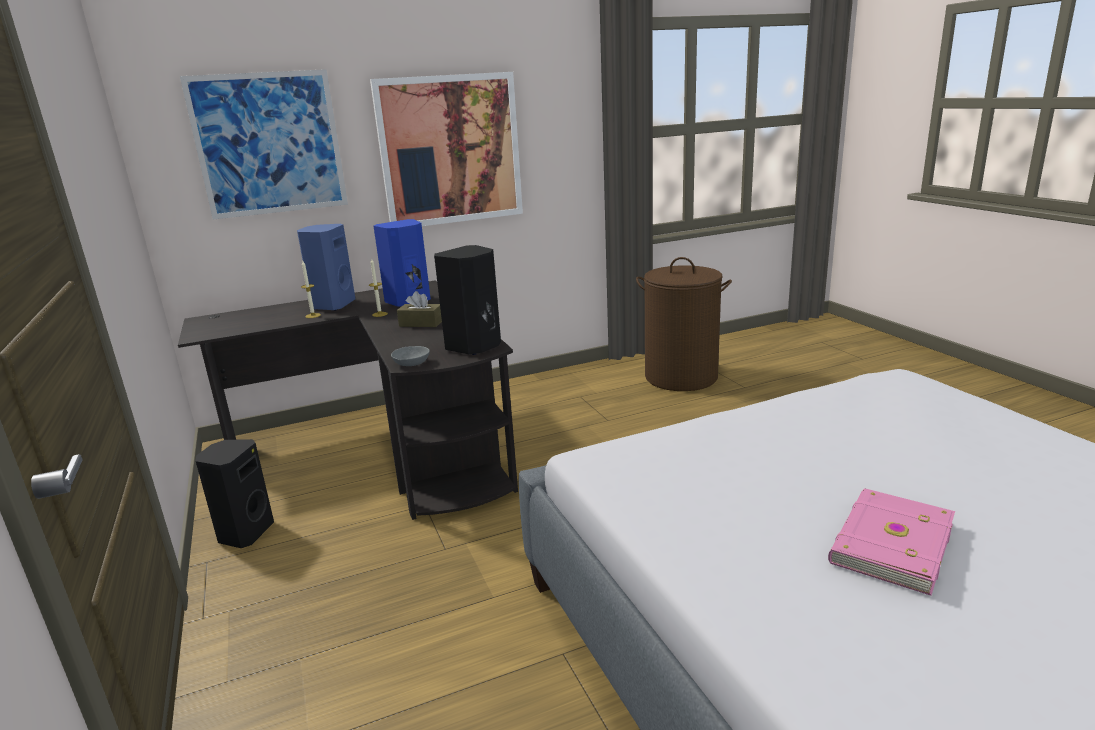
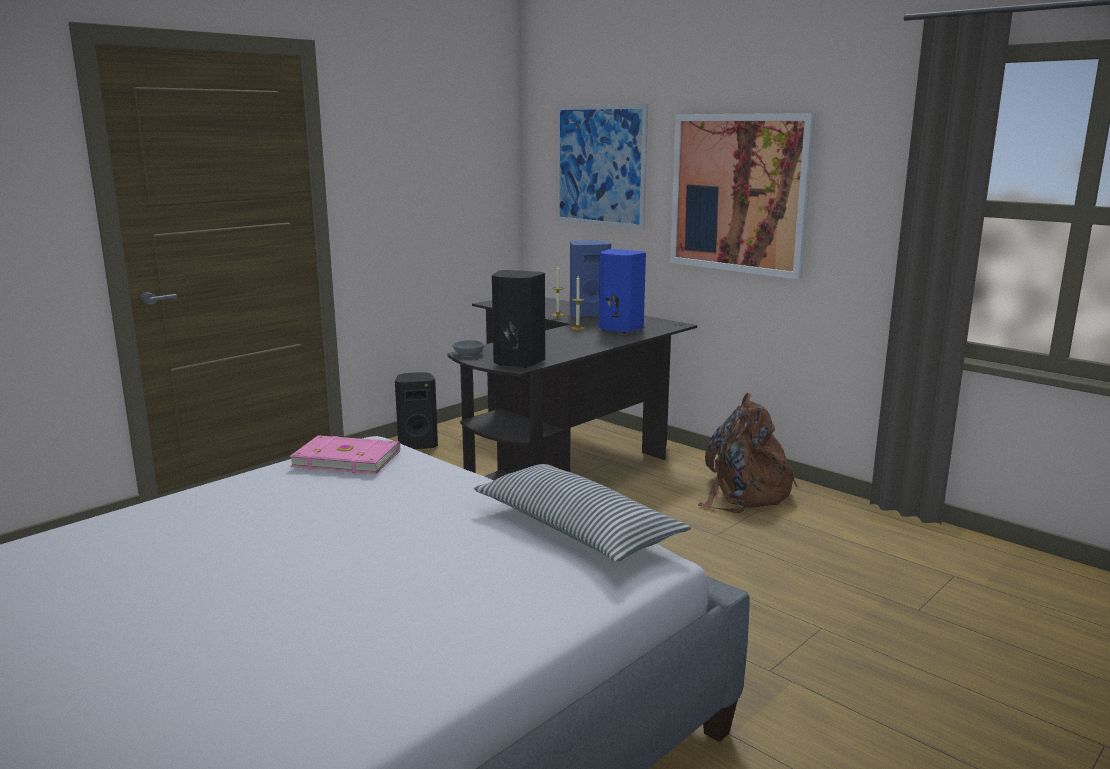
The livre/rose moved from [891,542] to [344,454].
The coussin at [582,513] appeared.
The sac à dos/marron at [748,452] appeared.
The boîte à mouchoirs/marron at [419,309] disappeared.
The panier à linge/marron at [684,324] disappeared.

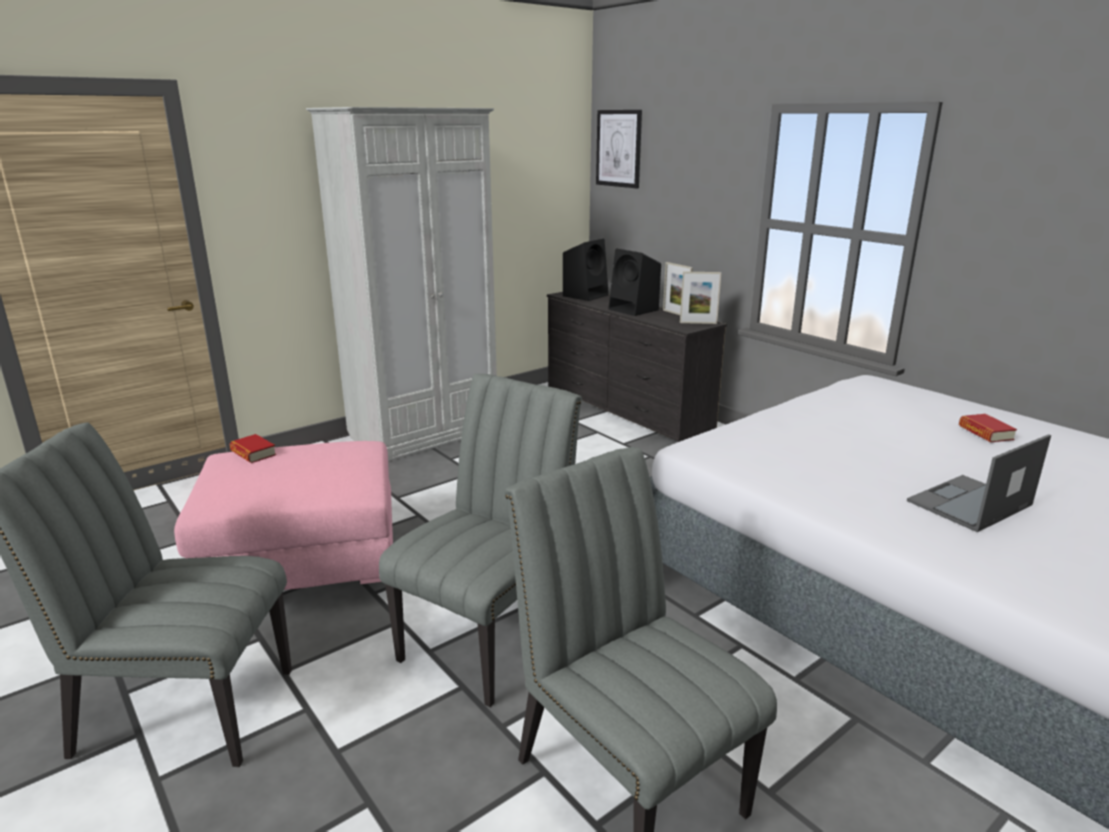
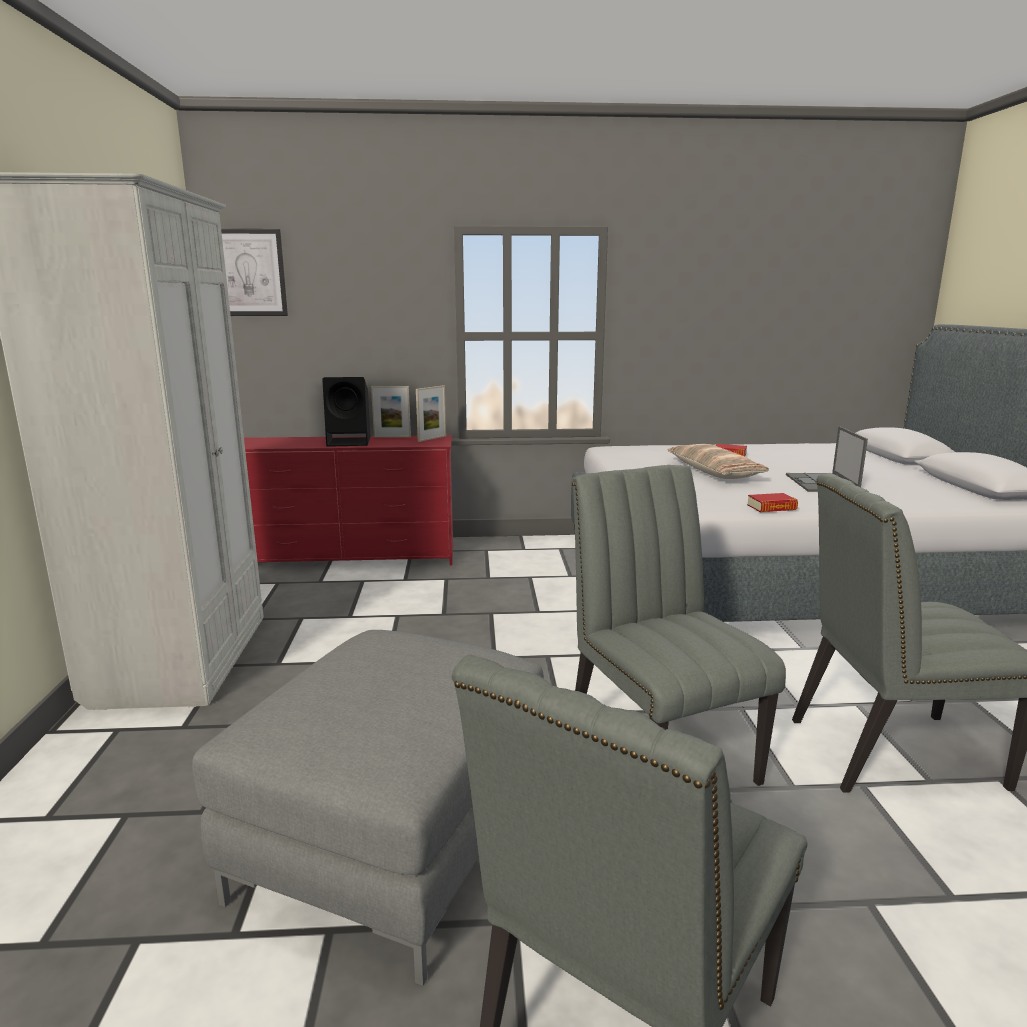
The pouf/rose at [283,515] became the pouf/gris at [368,808].
The commode/noir at [637,367] became the commode/rouge at [348,500].
The coussin at [718,461] appeared.
The livre moved from [252,448] to [772,502].
The enceinte/noir at [586,270] disappeared.

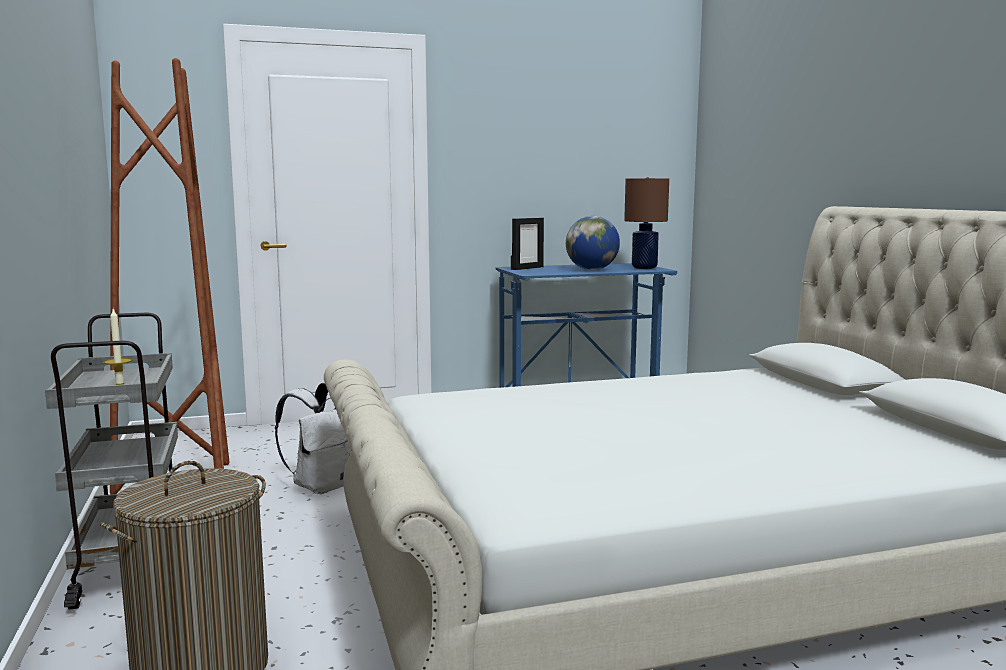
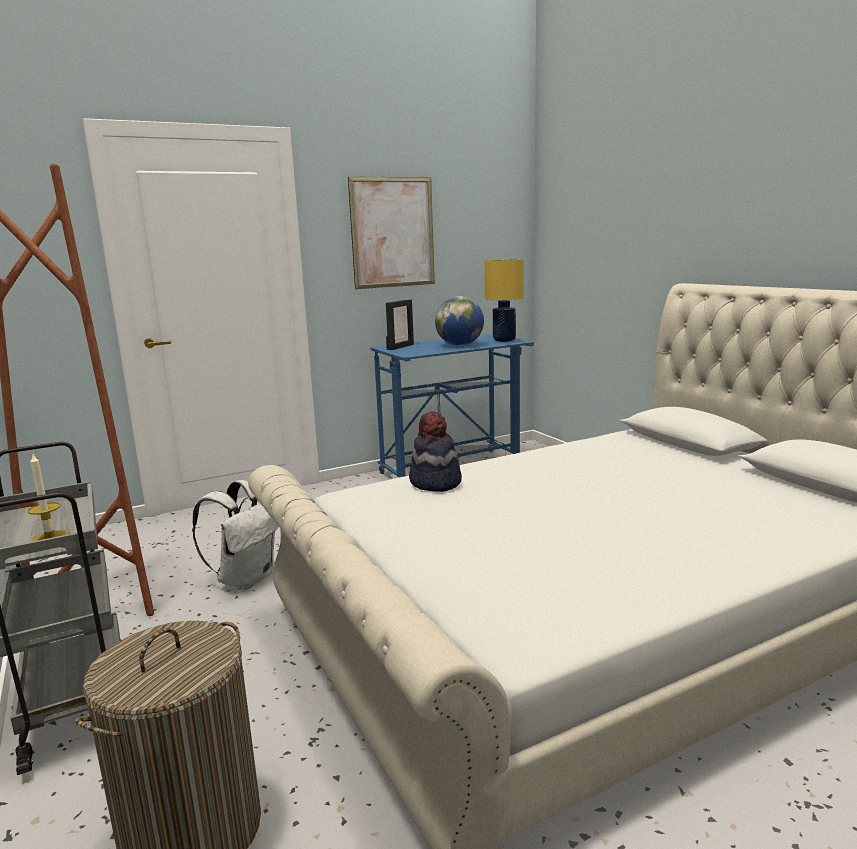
The tableau at [391,232] appeared.
The chapeau at [435,451] appeared.
The lampe de table/marron at [646,223] became the lampe de table/jaune at [504,300].

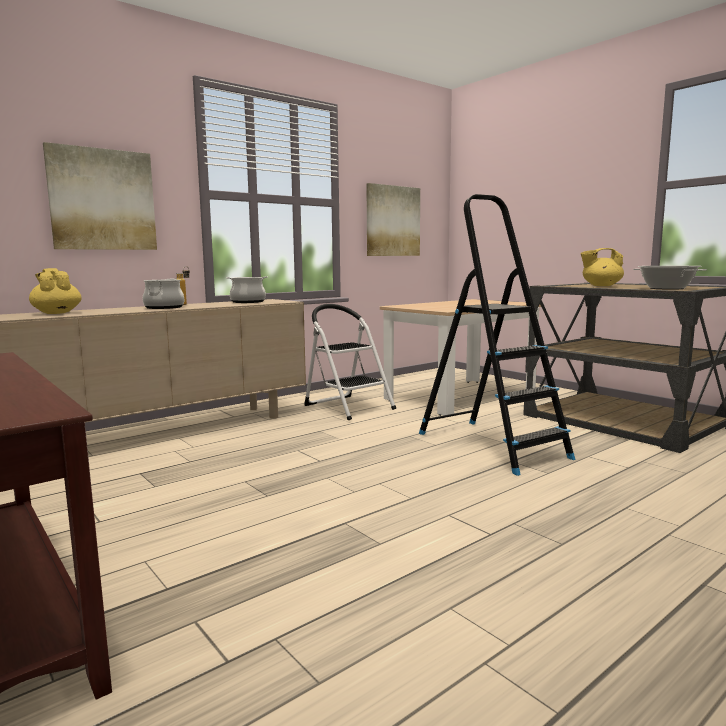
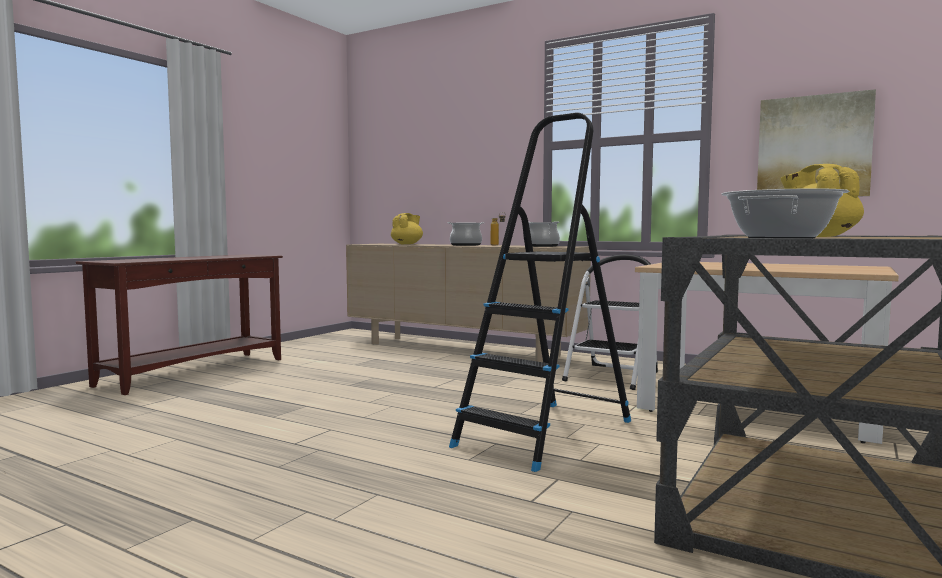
The tableau at [100,196] disappeared.

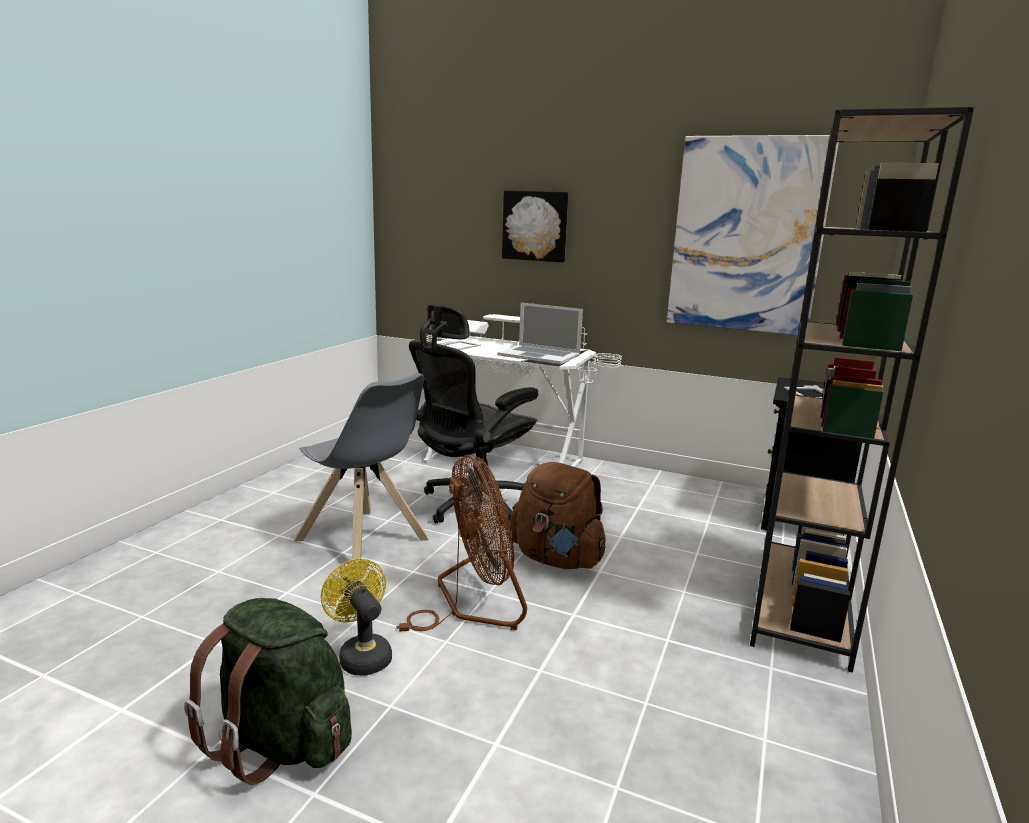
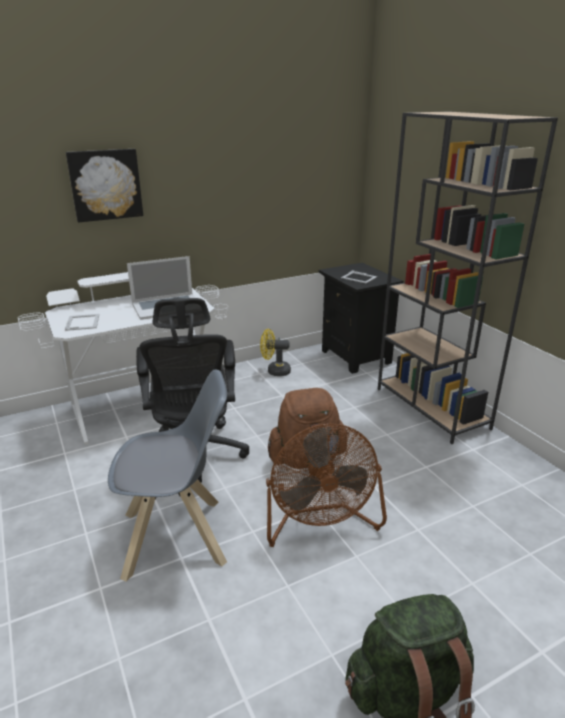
The ventilateur/jaune moved from [356,617] to [275,352].
The ventilateur/marron at [461,543] turned 150 degrees clockwise.
The tableau at [753,235] disappeared.

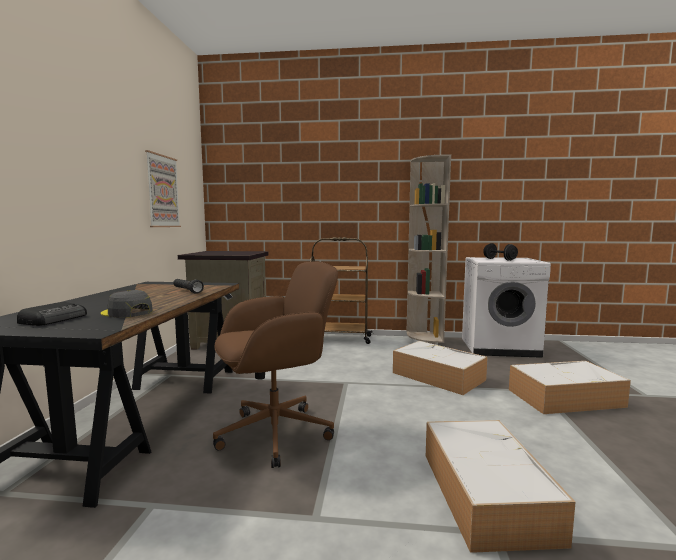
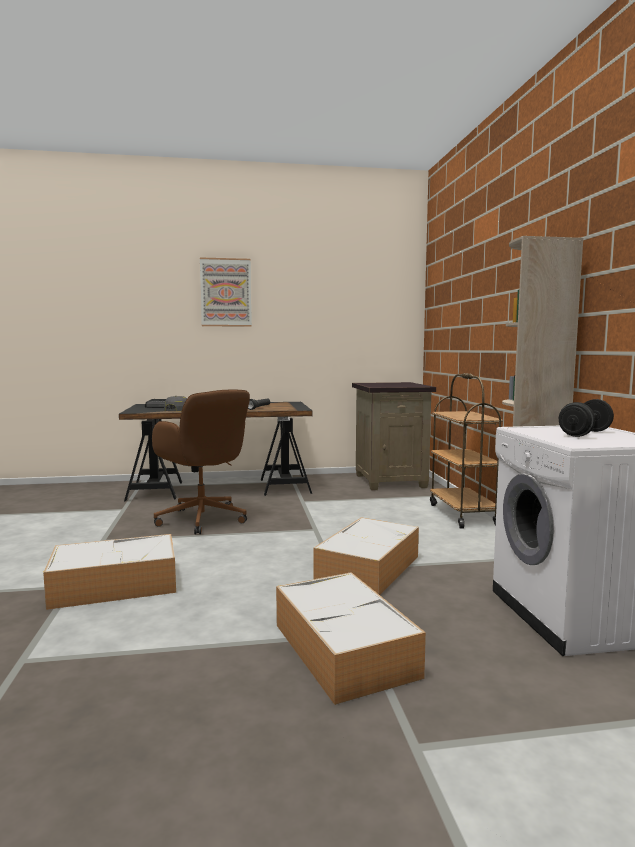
The tableau moved from [163,188] to [226,292].

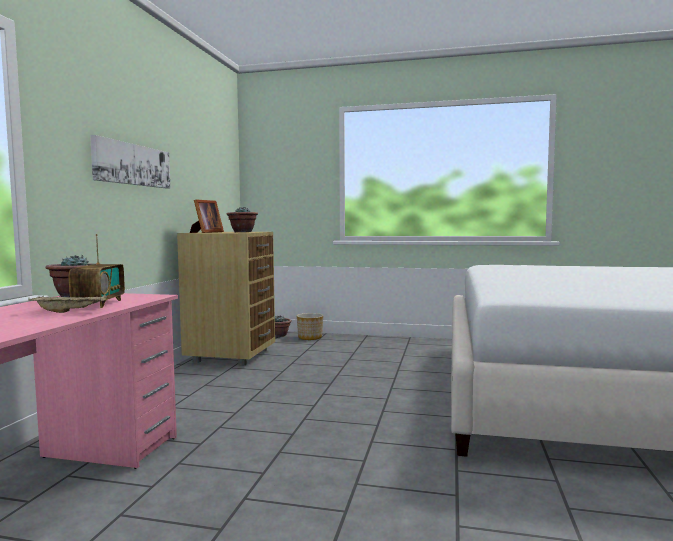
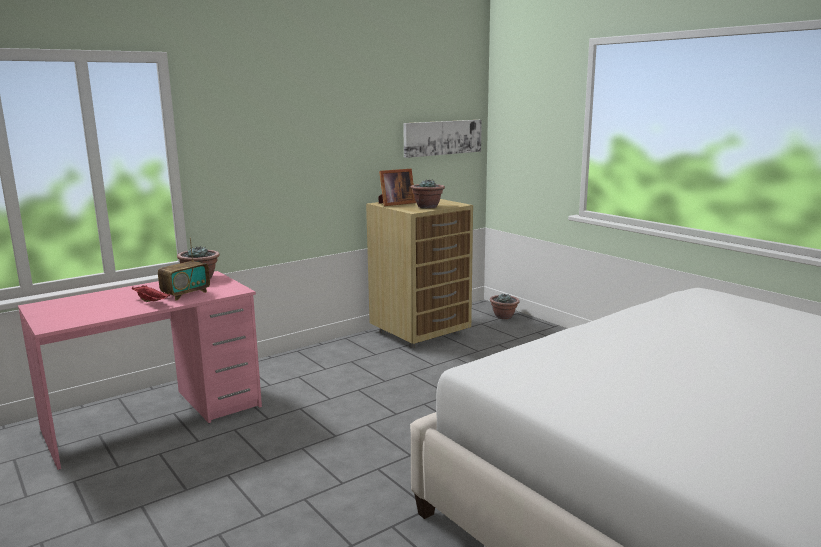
The plateau/beige at [67,303] became the plateau/rouge at [151,294].
The tableau moved from [130,162] to [442,139].
The cache-pot at [310,326] disappeared.

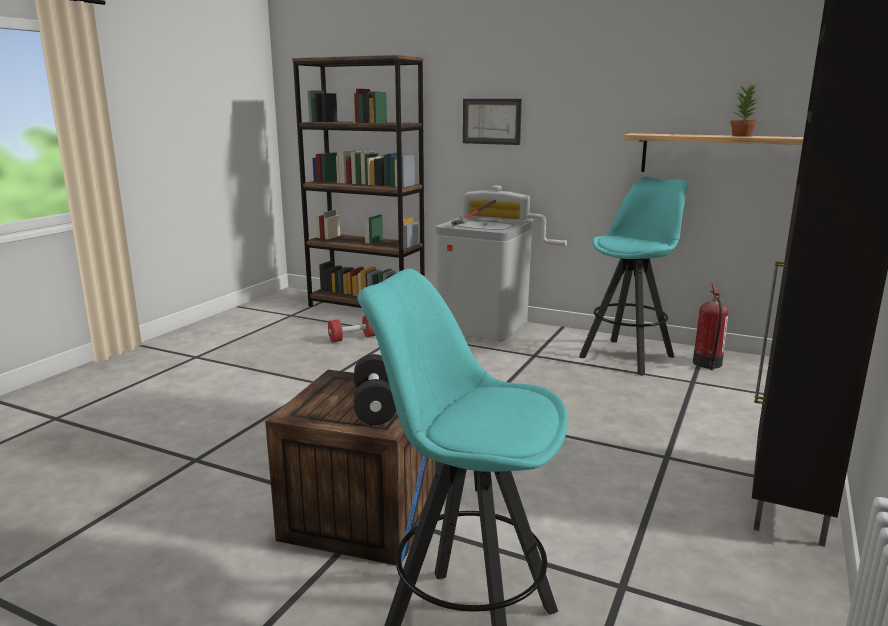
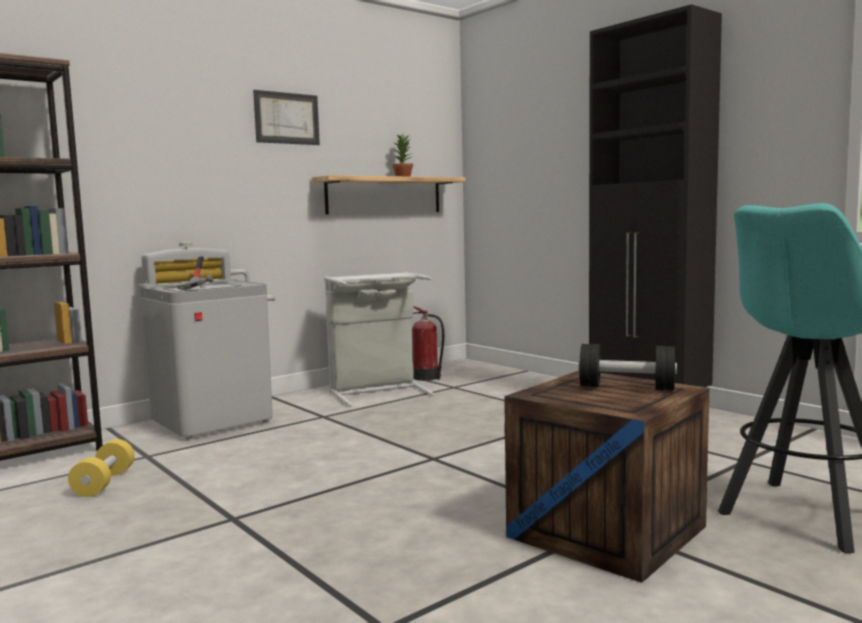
The haltère/rouge at [351,329] became the haltère/jaune at [101,468].
The tableau moved from [492,122] to [286,117].
The tabouret/turquoise at [633,276] was replaced by the panier à linge/gris at [379,339].

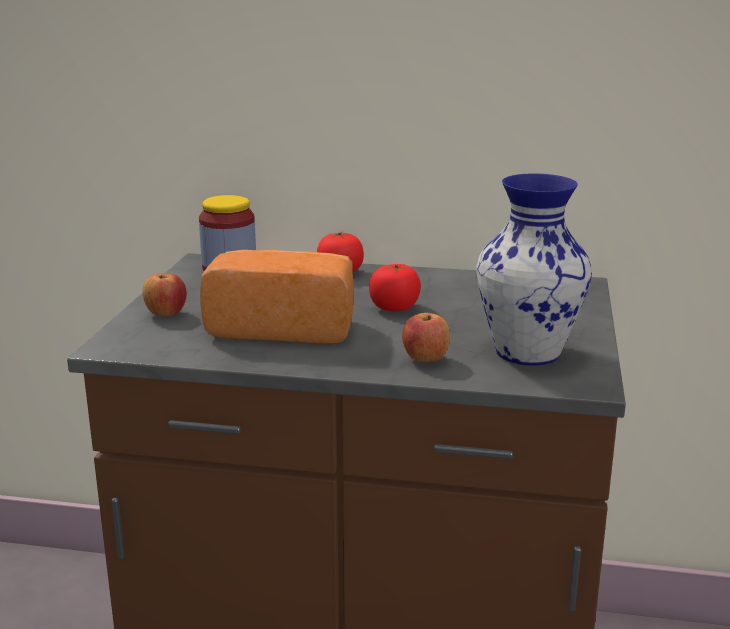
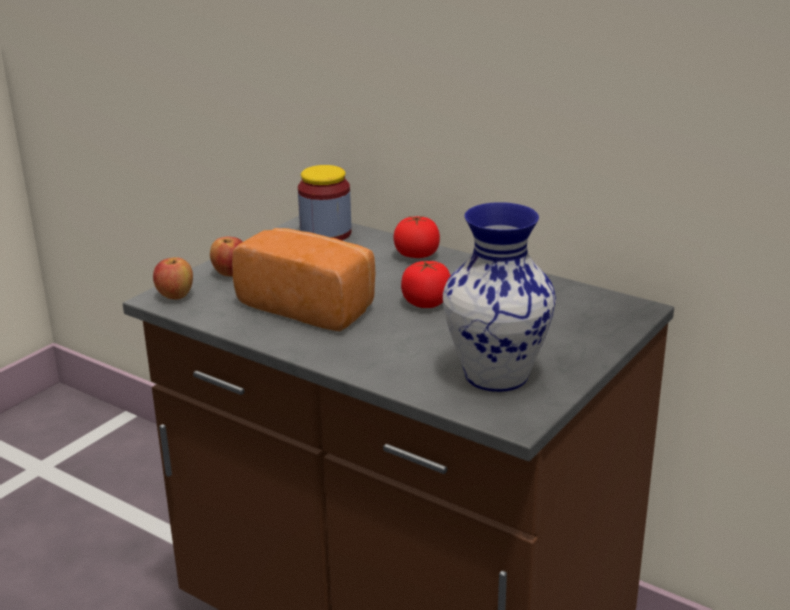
The pomme moved from [426,337] to [173,278].

